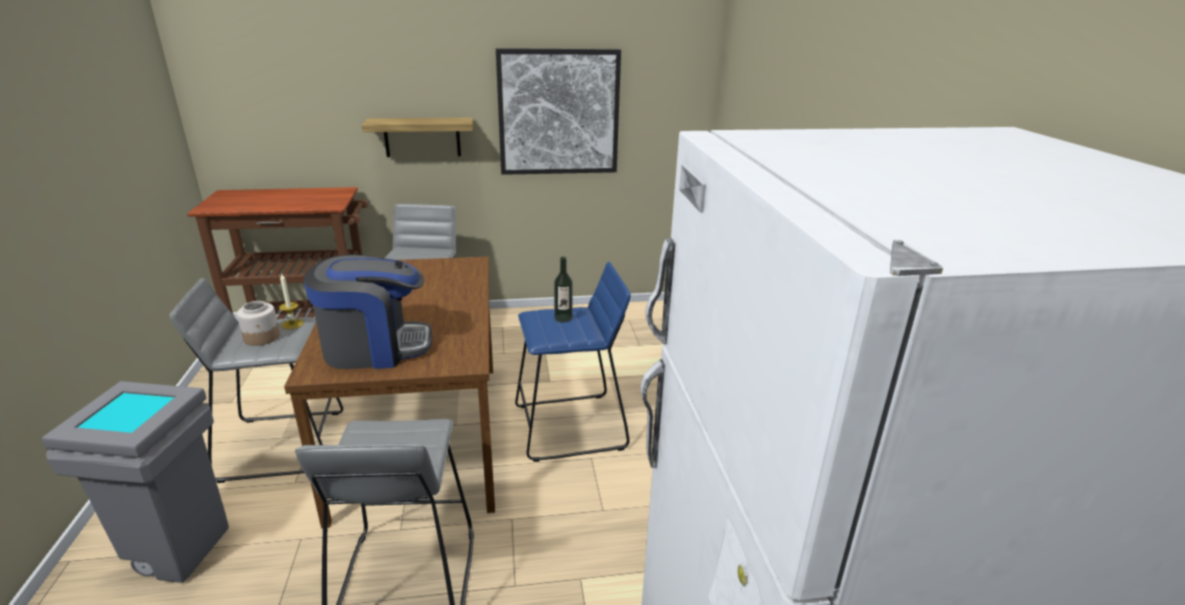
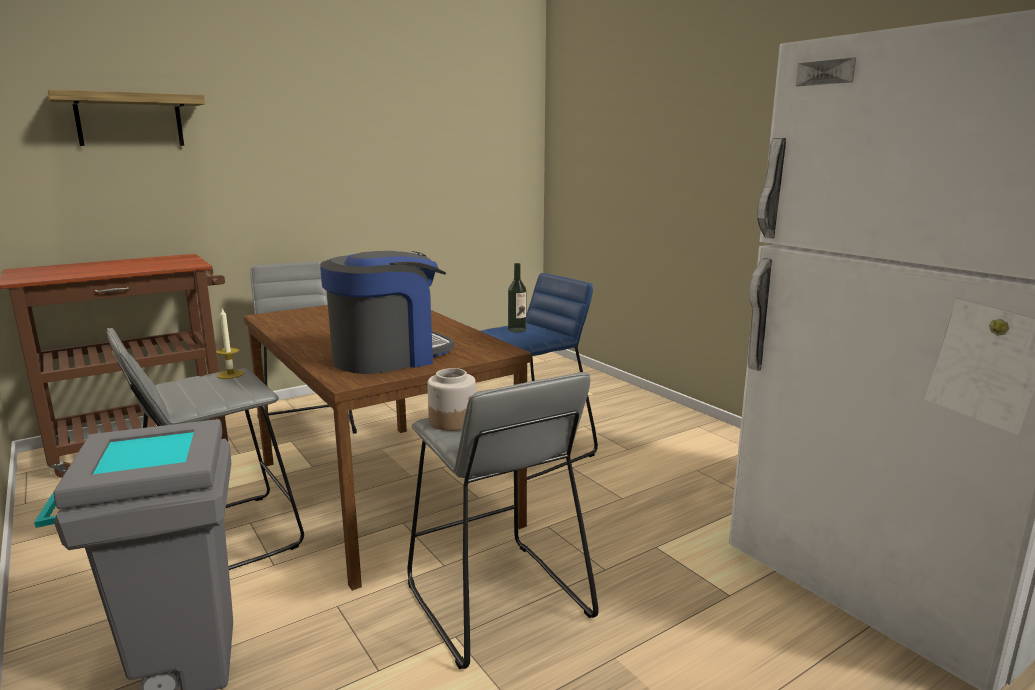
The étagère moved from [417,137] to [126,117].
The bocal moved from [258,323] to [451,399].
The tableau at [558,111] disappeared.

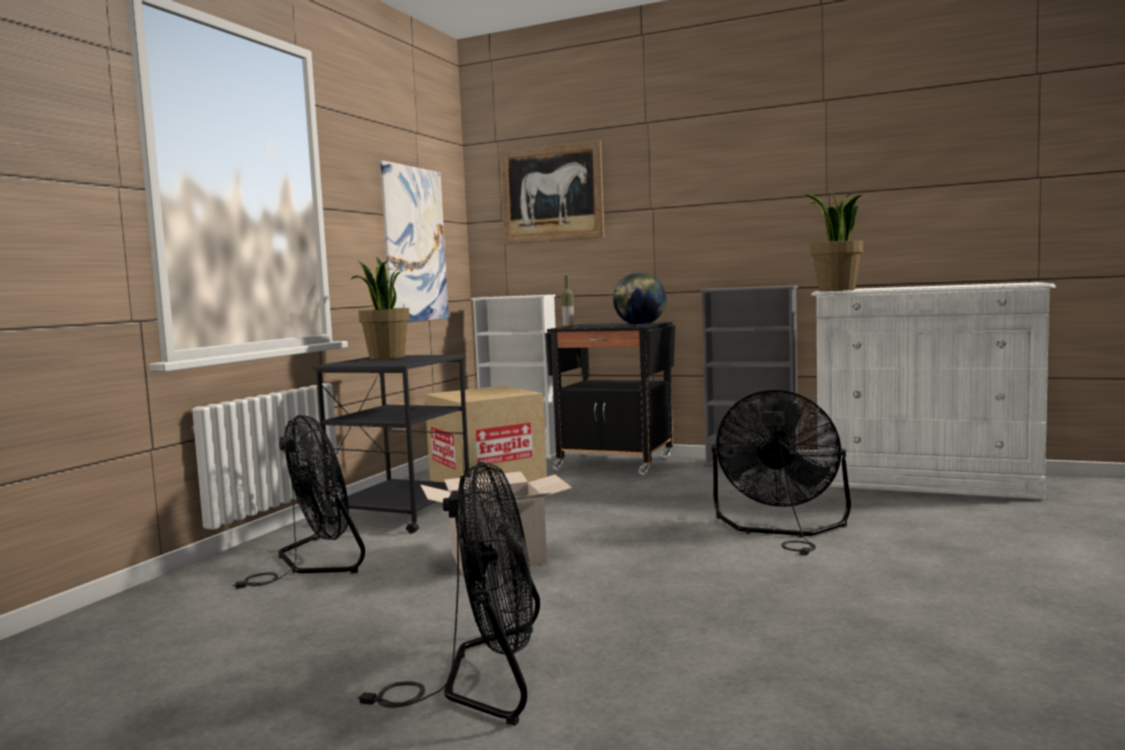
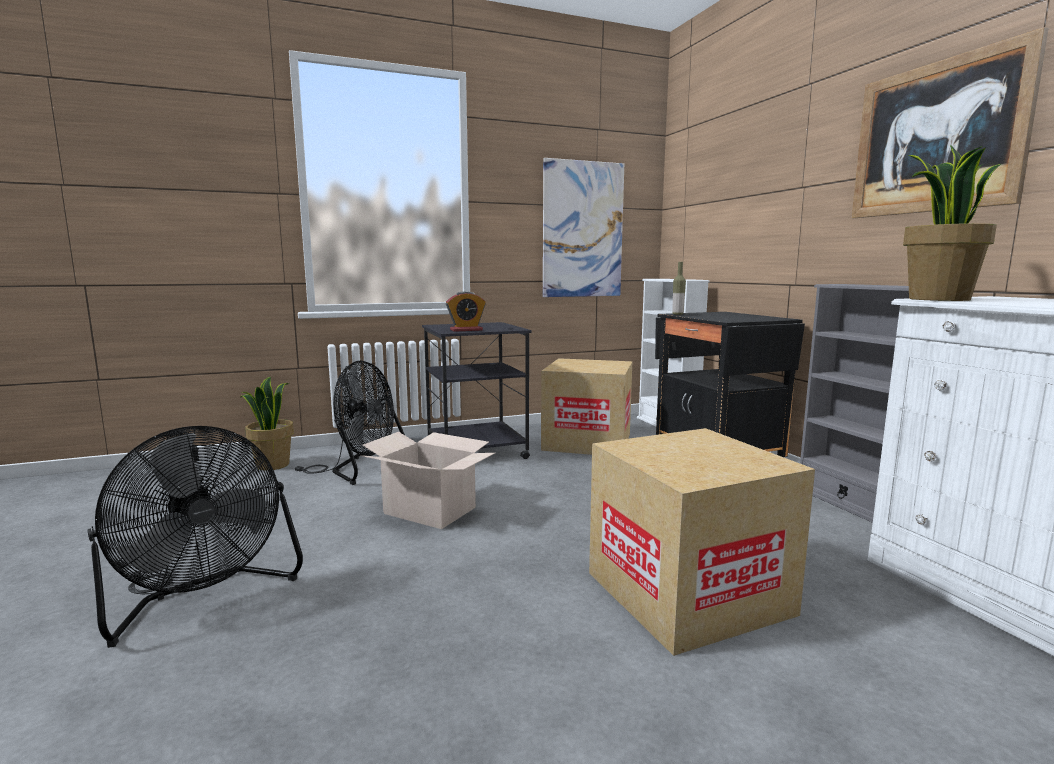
The plante en pot moved from [380,308] to [267,424].
The réveil at [466,311] appeared.
The ventilateur/noir at [781,473] was replaced by the carton at [702,542].
The tableau moved from [552,192] to [950,122].
The globe at [639,298] disappeared.

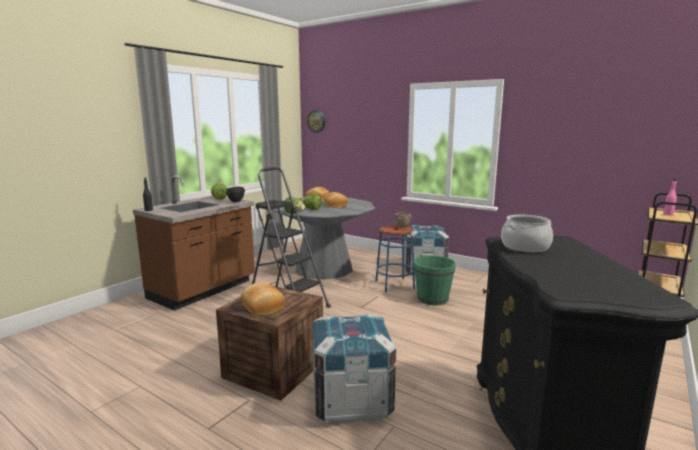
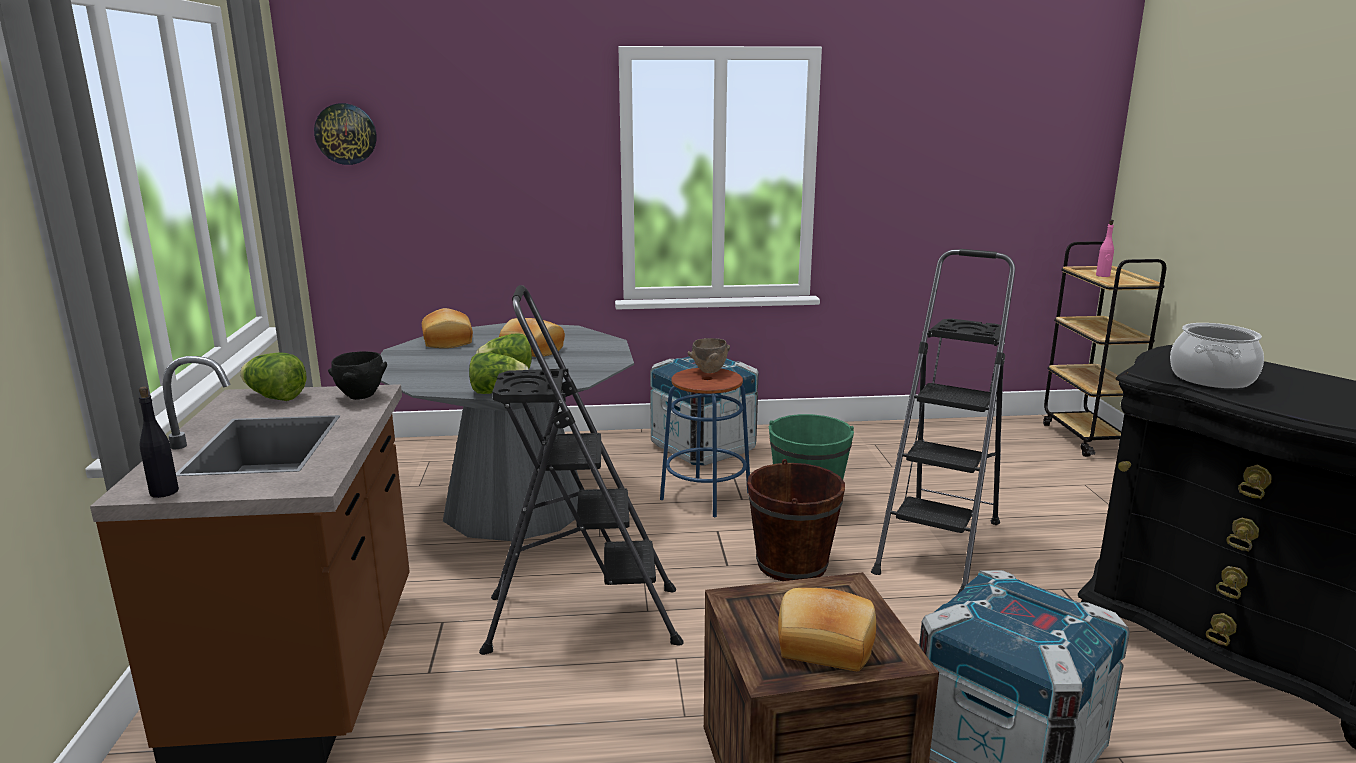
The seau/marron at [796,520] appeared.
The escabeau at [943,421] appeared.

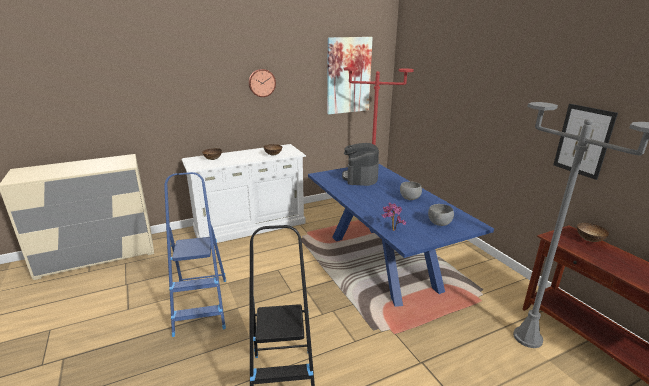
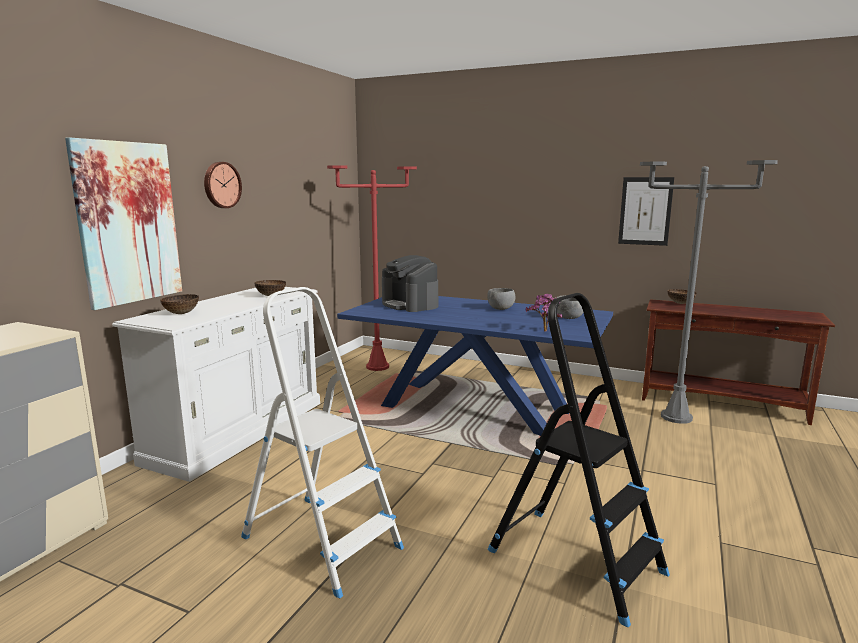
The tableau moved from [350,76] to [123,223].
The escabeau/bleu at [195,254] became the escabeau/blanc at [322,442].

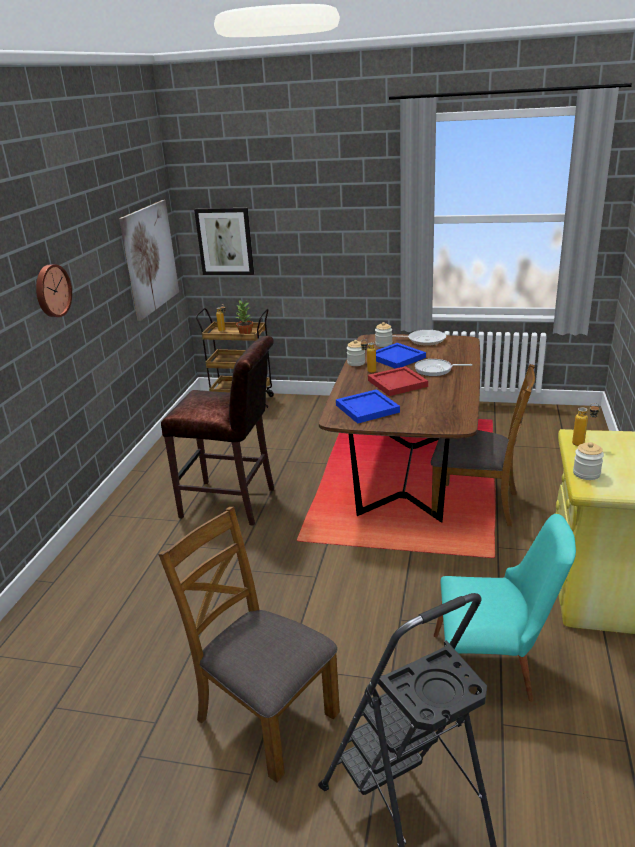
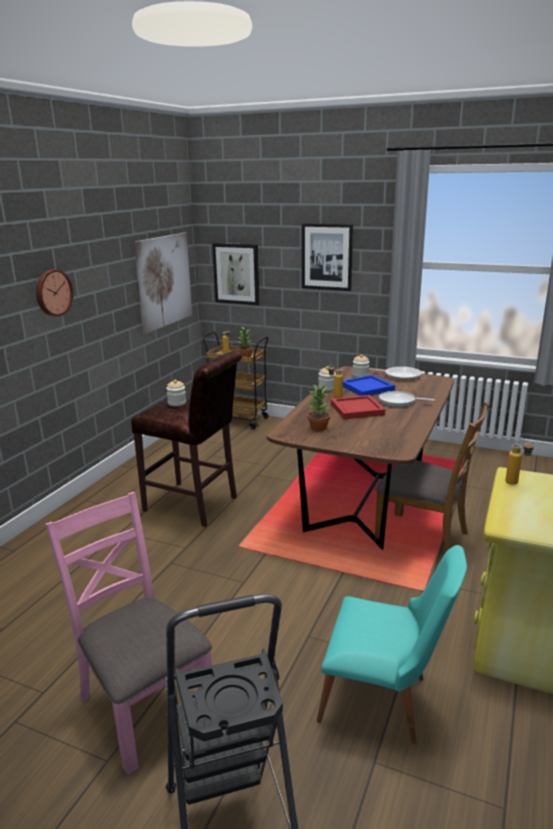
The chaise/marron at [249,645] became the chaise/rose at [128,633].
The bocal moved from [588,461] to [176,393].
The tableau at [327,257] appeared.
The plateau/bleu at [368,406] was replaced by the plante en pot at [318,407].

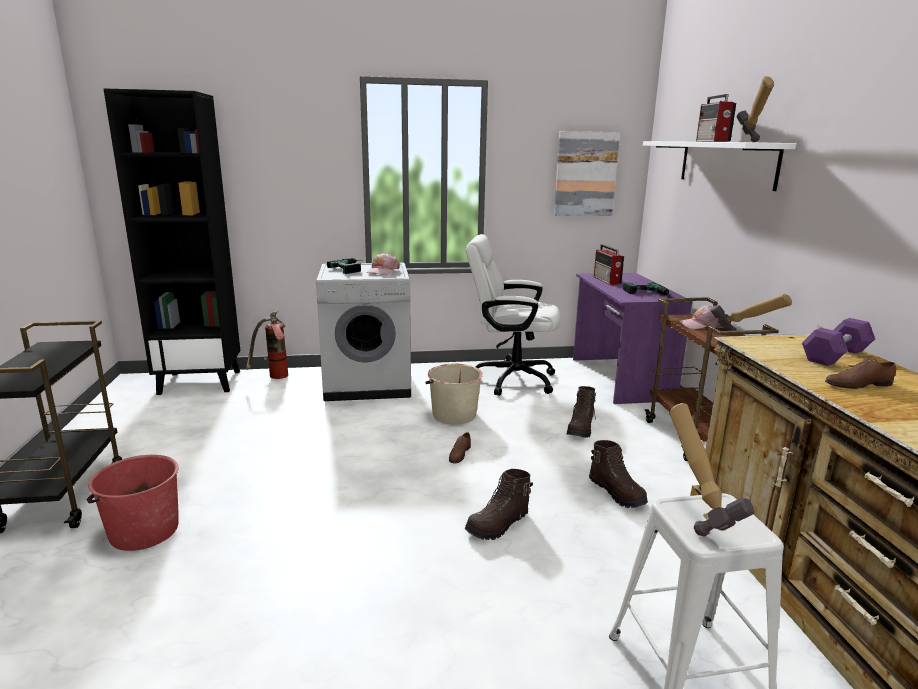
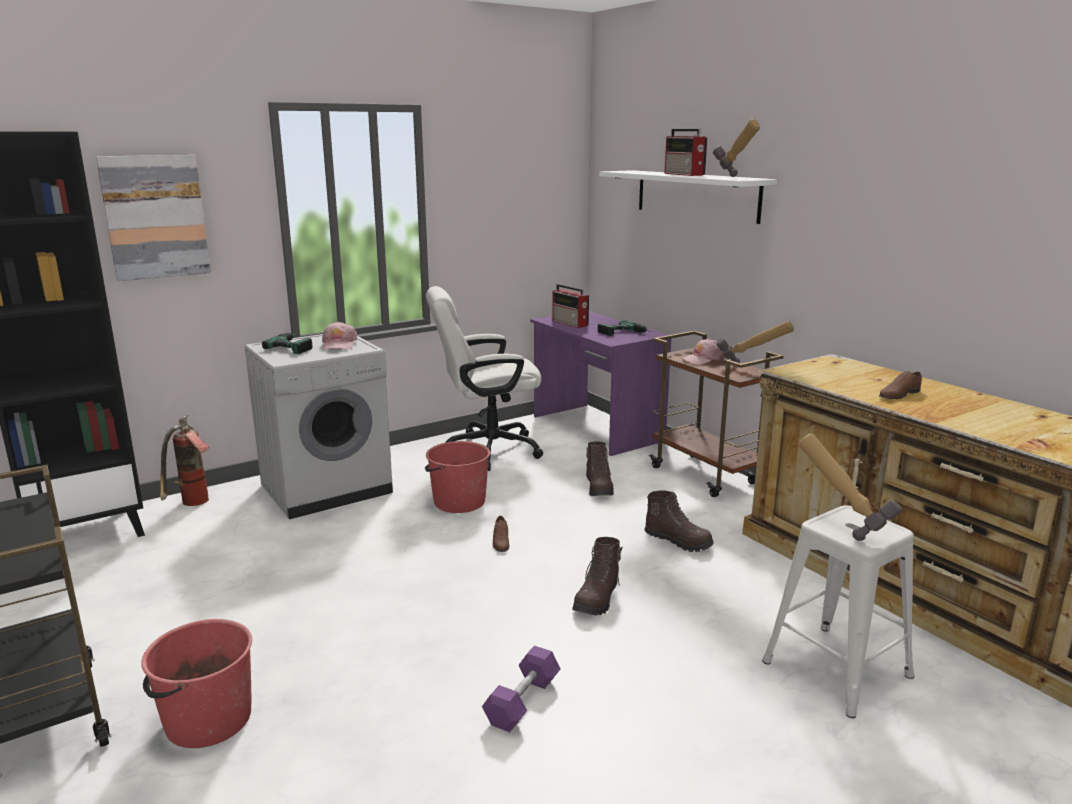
The tableau moved from [587,173] to [153,218].
The seau/beige at [454,394] became the seau/rouge at [457,477].
The haltère/violet moved from [838,342] to [521,689].

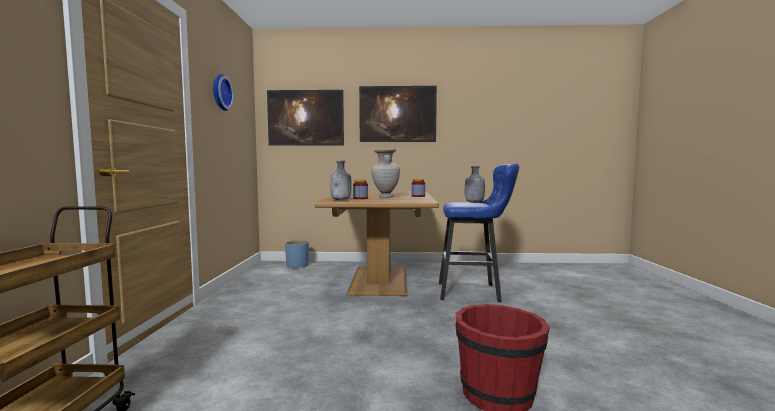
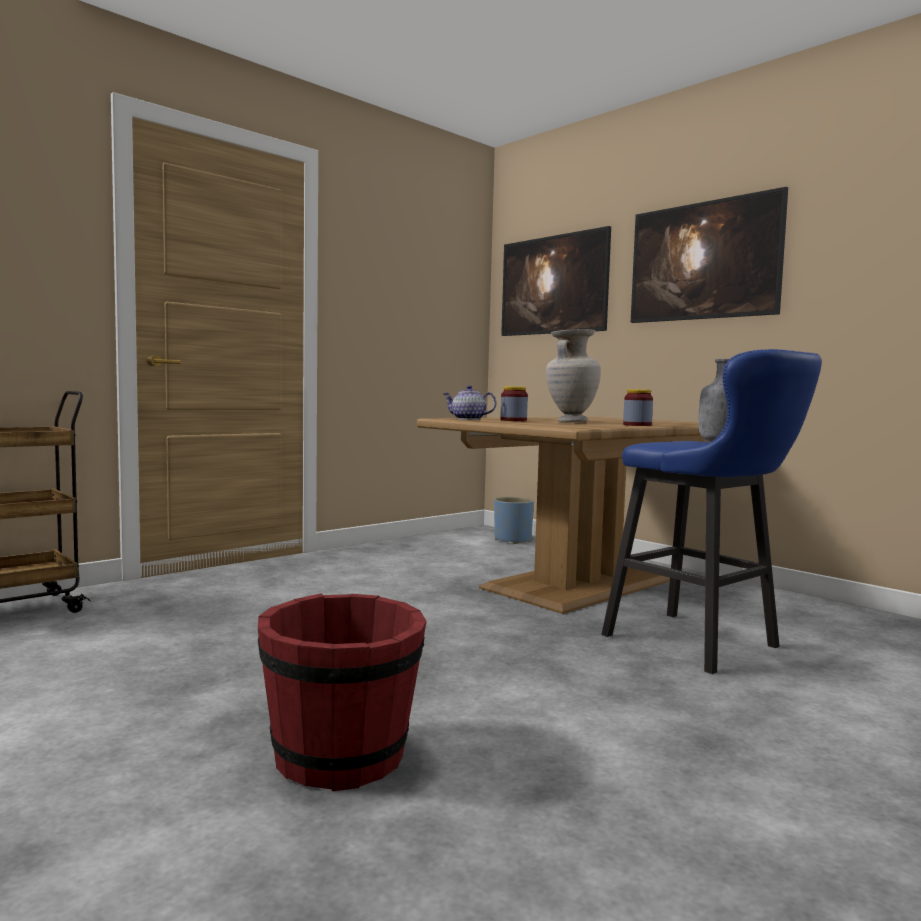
The bouteille/gris at [341,180] was replaced by the théière at [469,402].
The horloge murale at [223,92] disappeared.

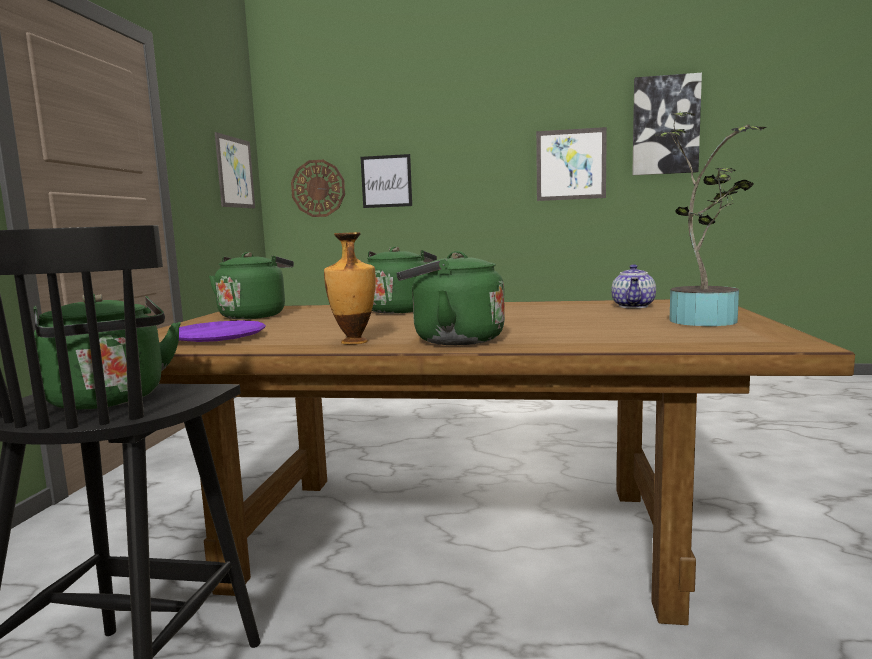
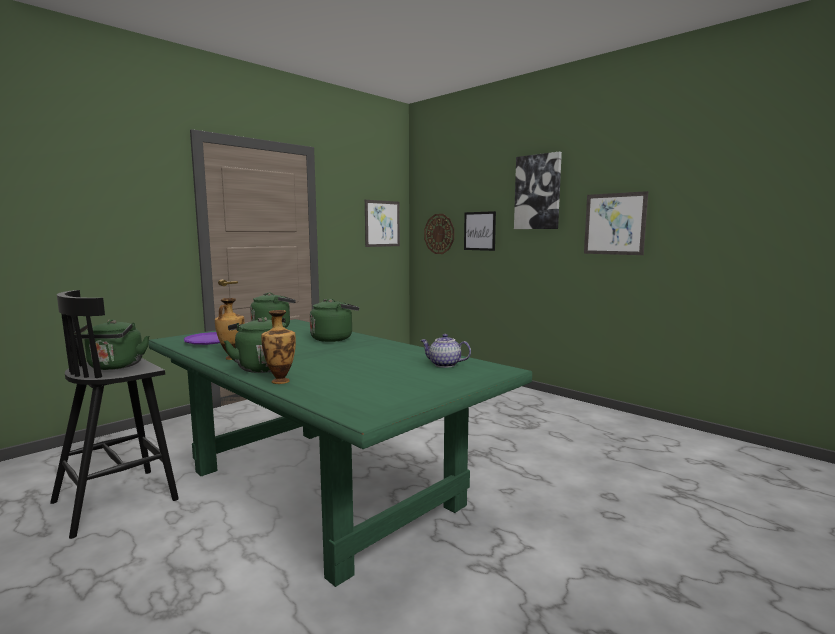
The table à manger/marron at [506,462] became the table à manger/vert at [340,453].
The vase at [278,347] appeared.
The théière at [633,286] turned 60 degrees clockwise.
The tableau moved from [667,124] to [538,190].
The plante en pot at [710,219] disappeared.

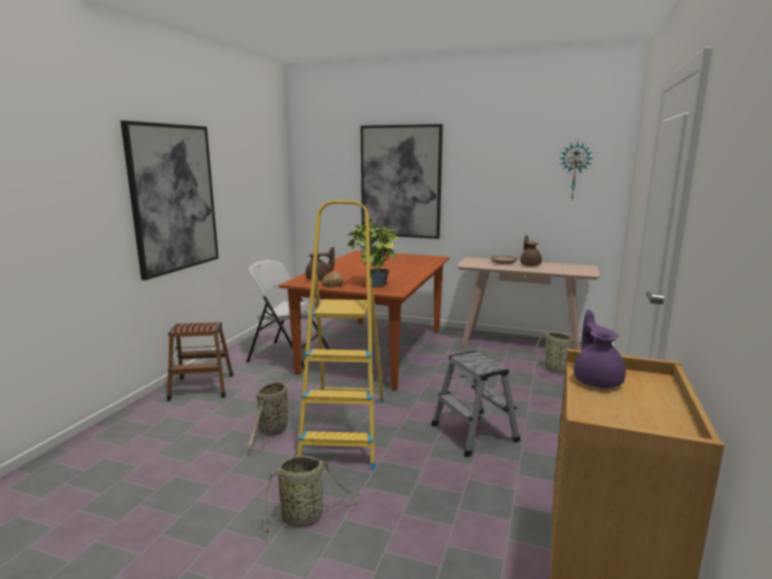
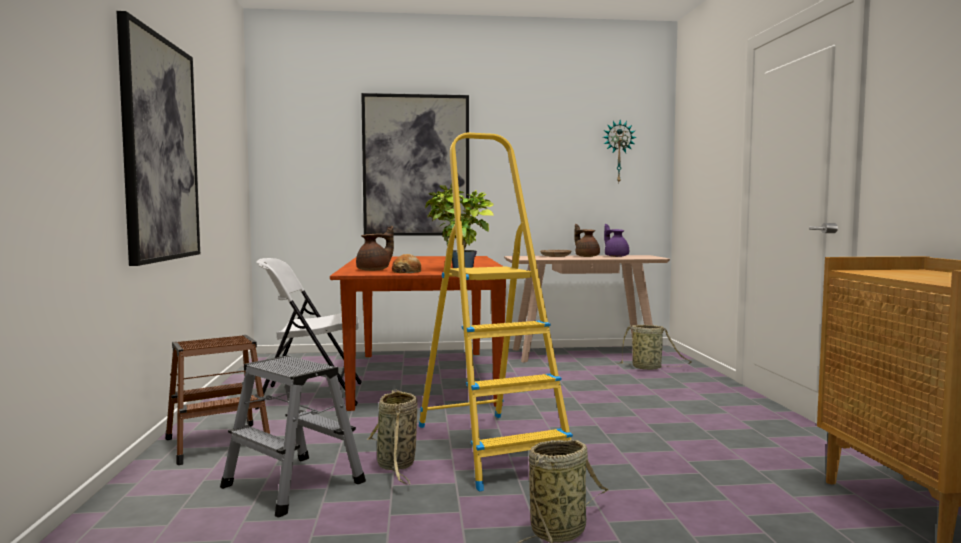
The escabeau/gris moved from [476,403] to [293,436].
The théière/violet moved from [600,349] to [616,240].

